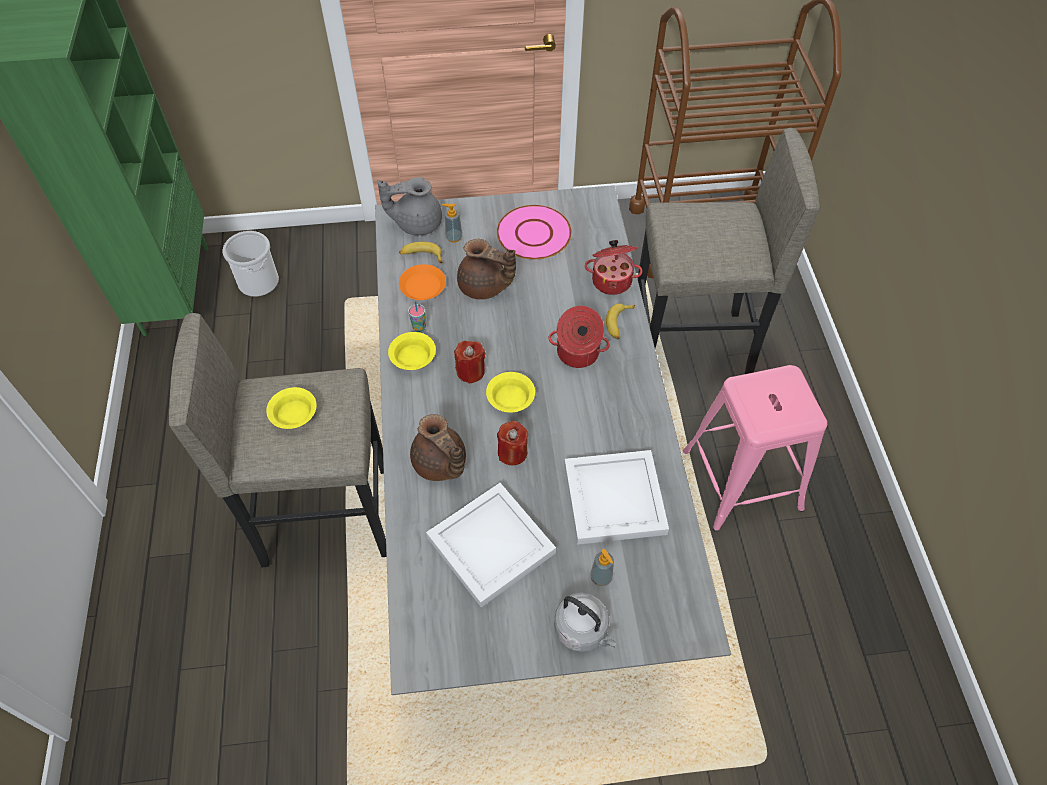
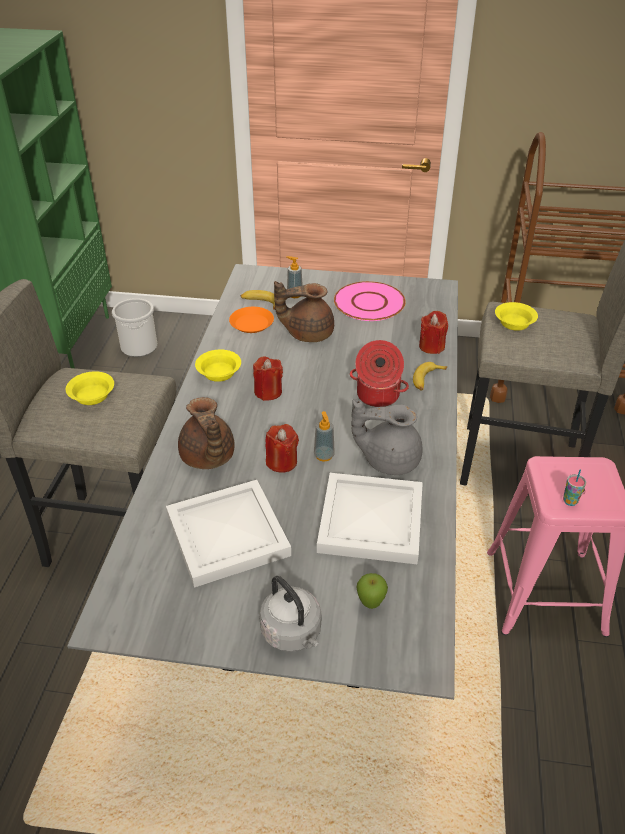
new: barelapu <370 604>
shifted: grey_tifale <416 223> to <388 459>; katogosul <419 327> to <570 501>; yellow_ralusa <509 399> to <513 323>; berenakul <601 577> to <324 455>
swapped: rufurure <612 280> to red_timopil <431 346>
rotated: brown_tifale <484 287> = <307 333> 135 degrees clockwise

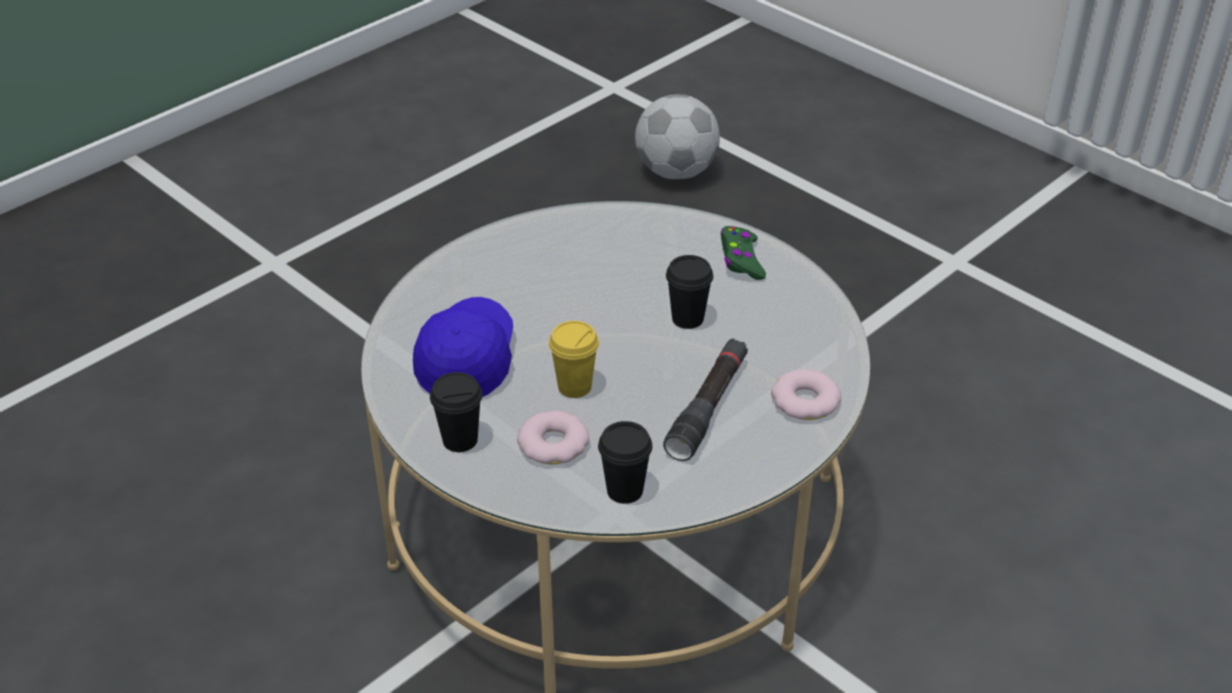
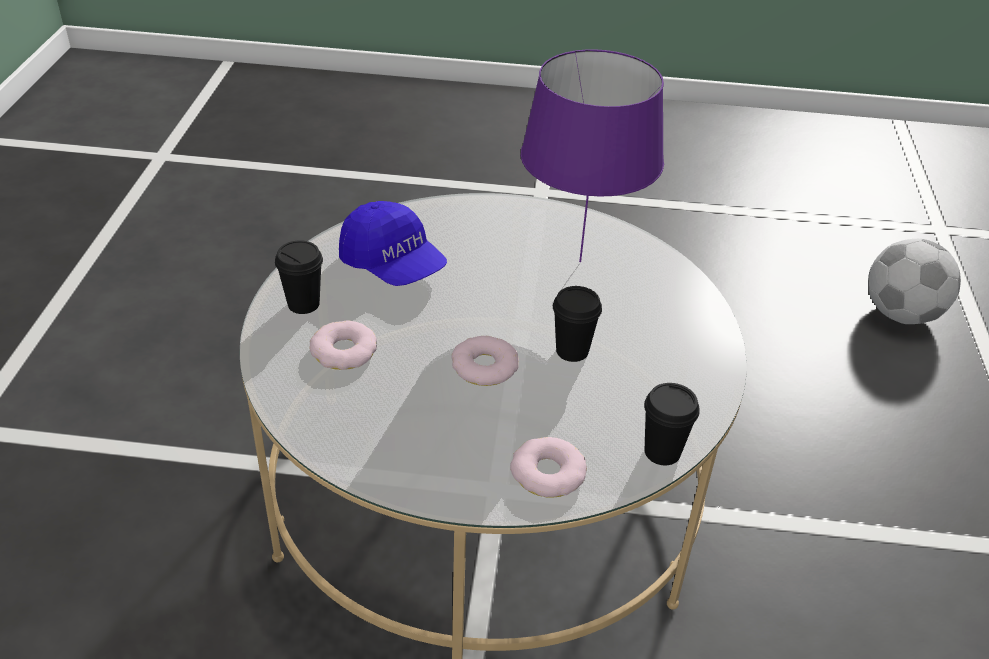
gone: yellow_katogosul <574 387>; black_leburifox <708 407>; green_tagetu <741 260>
new: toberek <484 367>; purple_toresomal <578 261>
shifted: black_katogosul <625 490> to <662 452>
rotated: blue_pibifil <467 361> = <393 265> 75 degrees clockwise

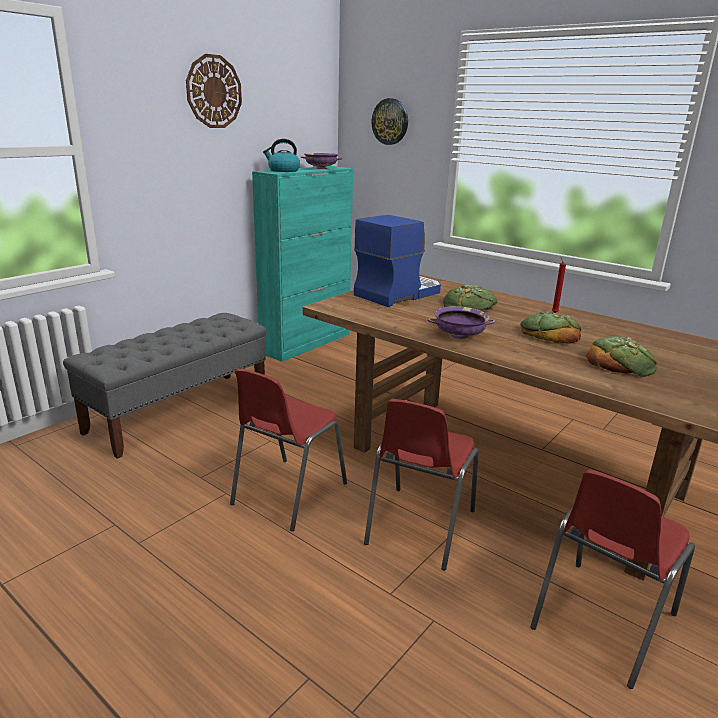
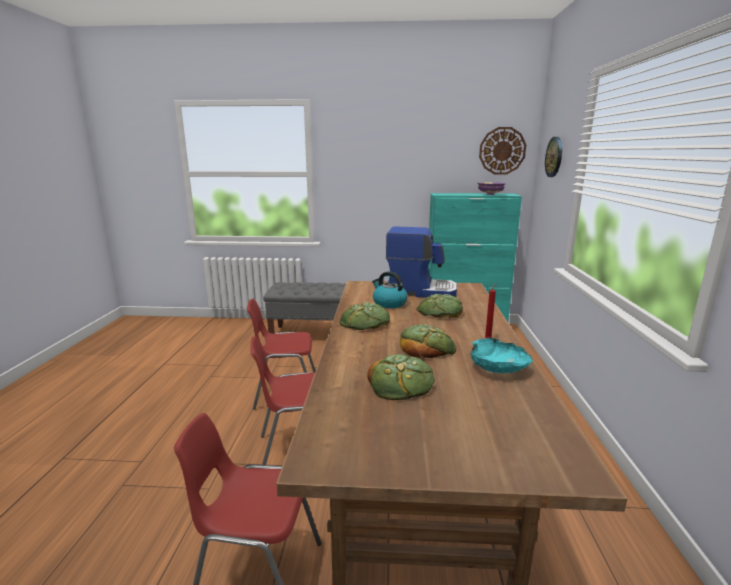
new: turquoise_ralusa <497 366>
shifted: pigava <214 92> to <502 151>; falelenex <283 170> to <389 303>
swapped: purple_ralusa <460 335> to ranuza <365 322>

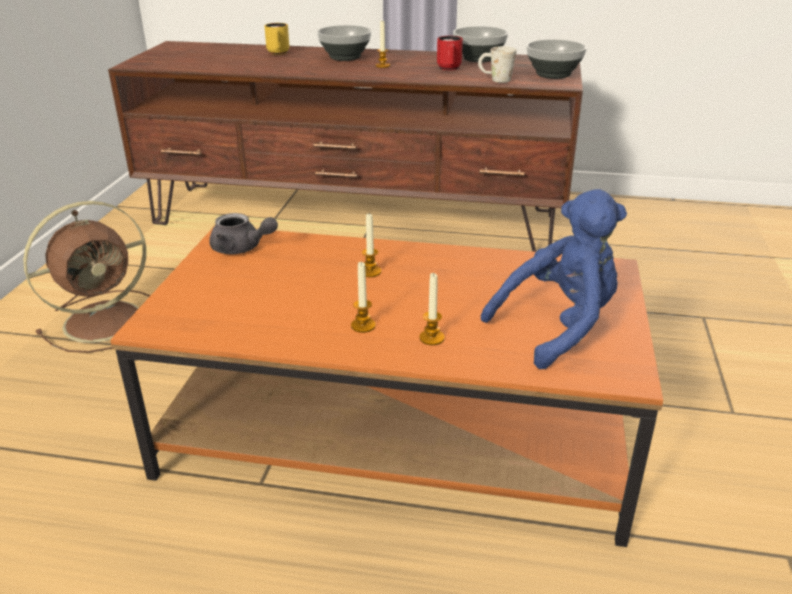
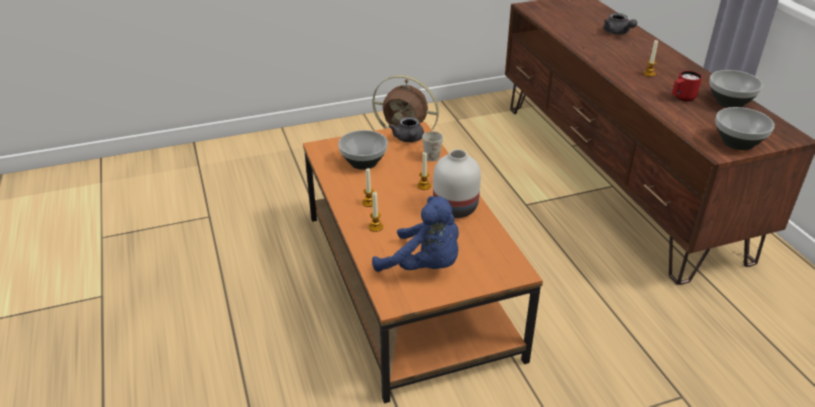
new: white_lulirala <456 208>
shifted: ralusa <344 57> to <363 162>; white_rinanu <495 79> to <431 154>
swapped: yellow_rinanu <278 53> to grey_tifale <617 33>

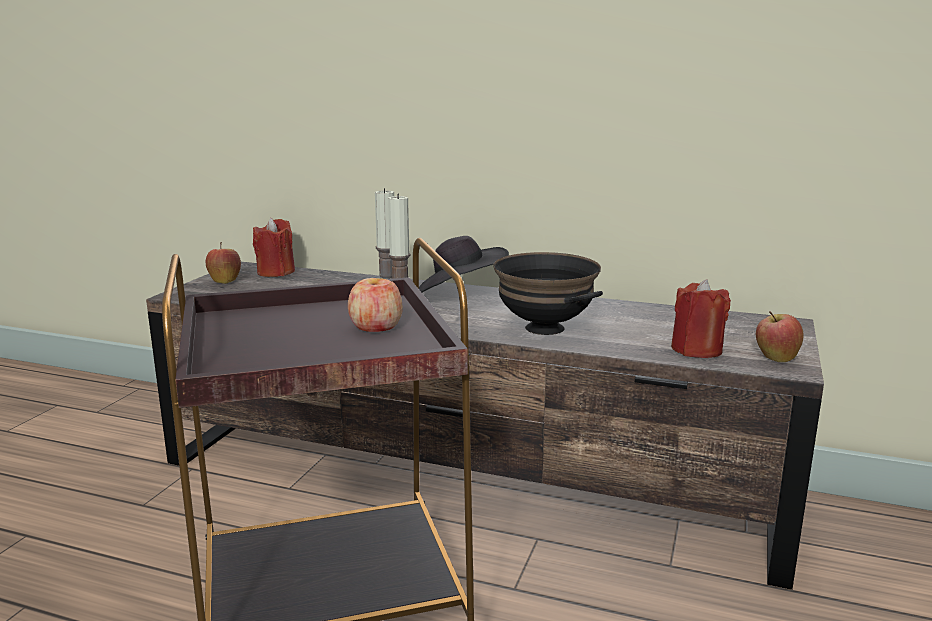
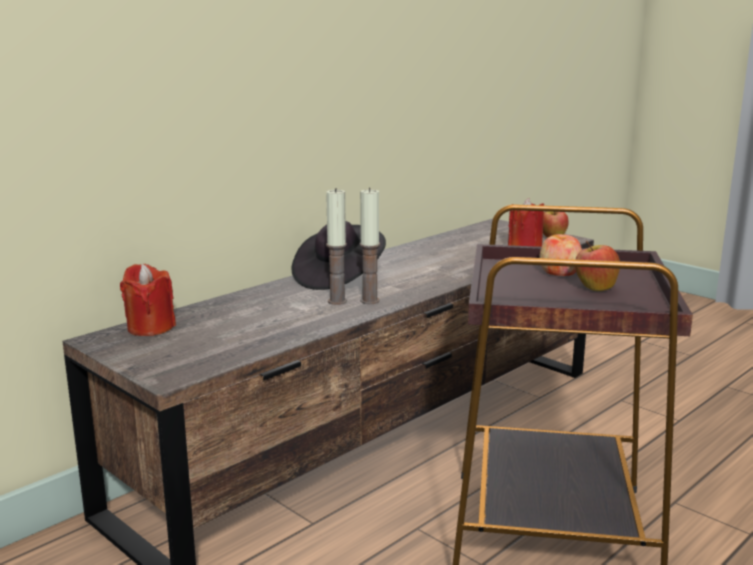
gone: black_ralusa <543 328>
shifted: barelapu <224 281> to <595 288>

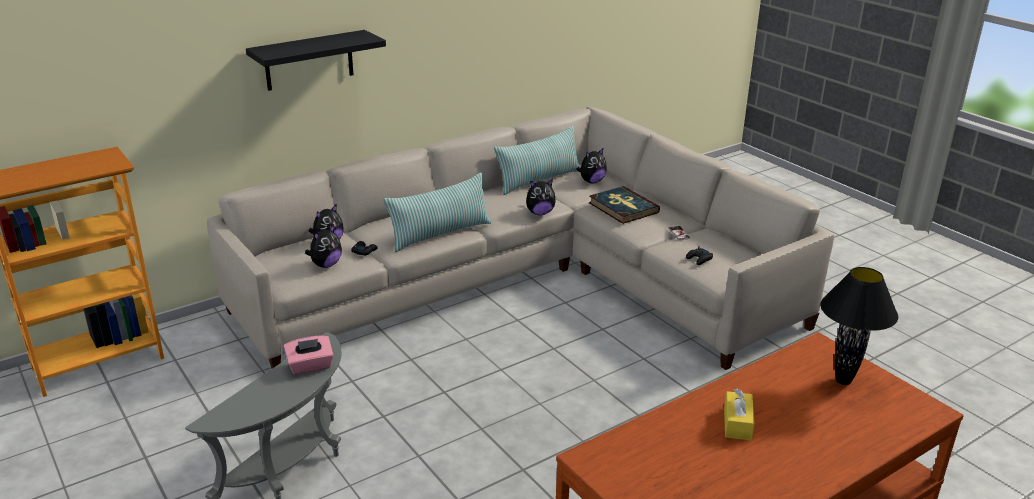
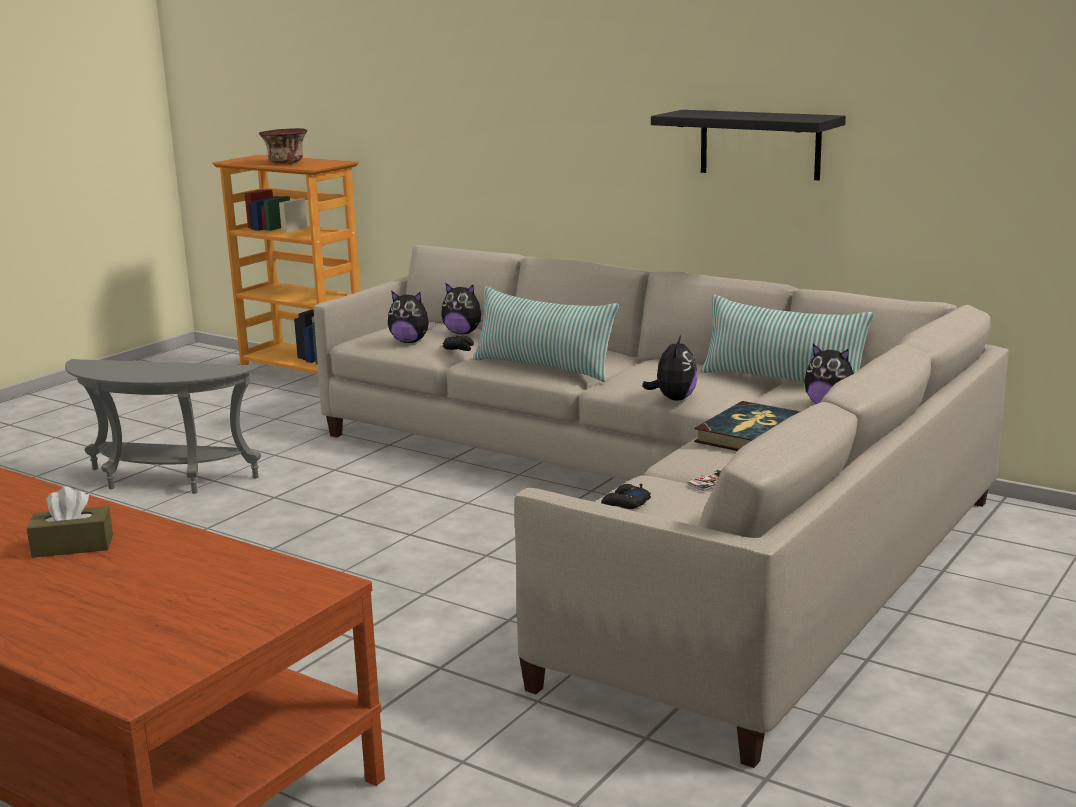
gone: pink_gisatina <310 366>; black_toresomal <842 381>
new: ralusa <286 163>
shifted: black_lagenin <309 60> to <760 144>
repainted: yellow_gisatina <737 423> to brown_gisatina <73 546>
rotated: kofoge <540 213> = <673 399> 135 degrees counterclockwise

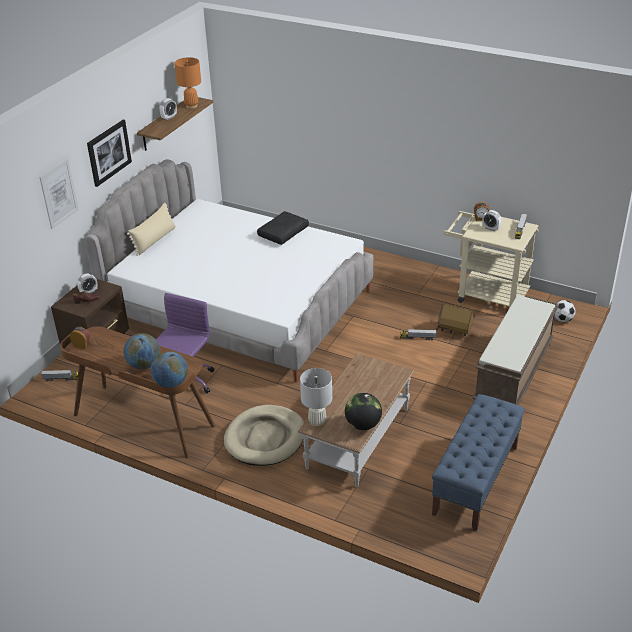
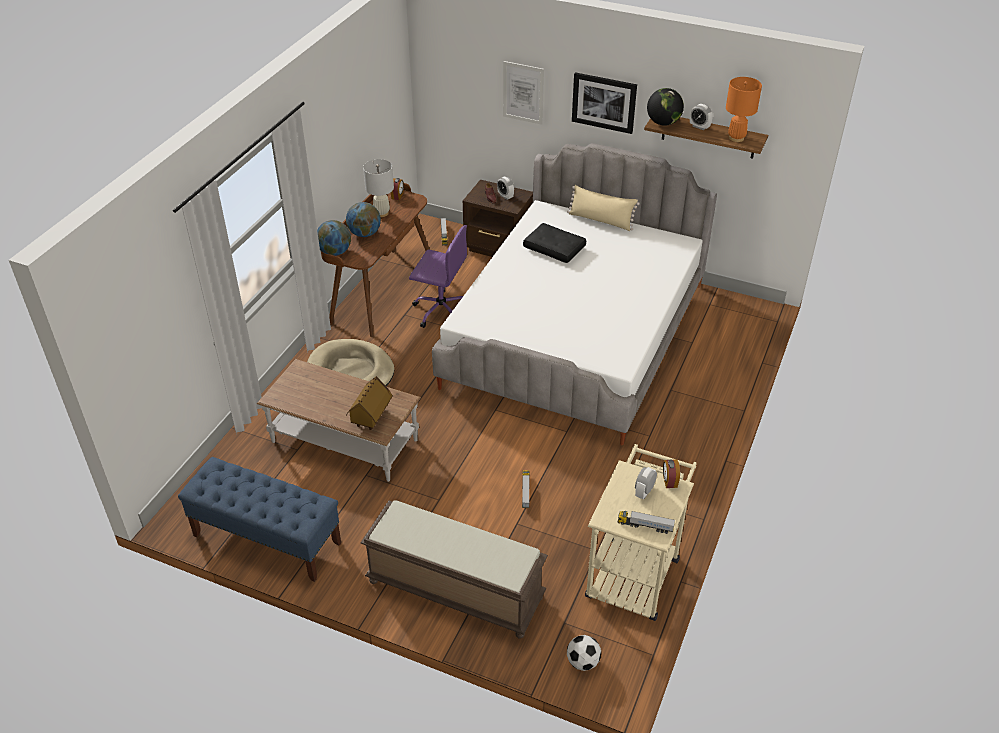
shifted: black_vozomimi <283 232> to <555 248>; white_toresomal <317 422> to <381 213>; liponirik <363 425> to <663 123>; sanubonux <454 330> to <370 417>

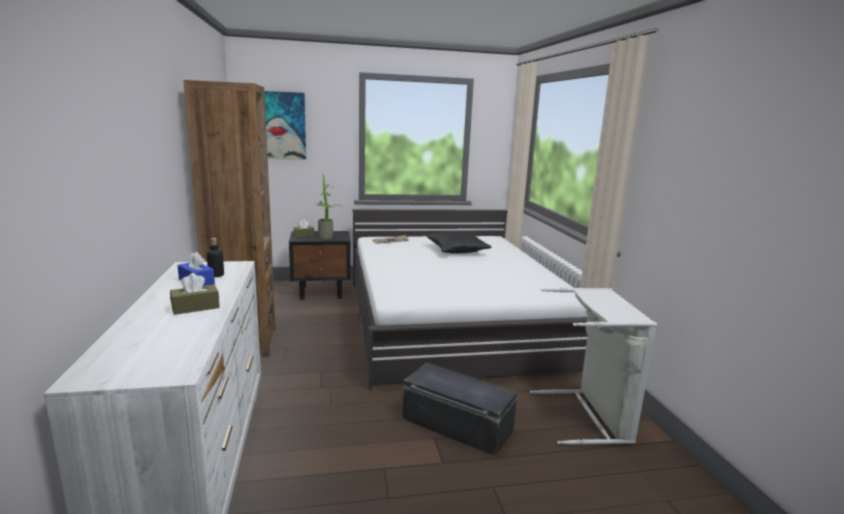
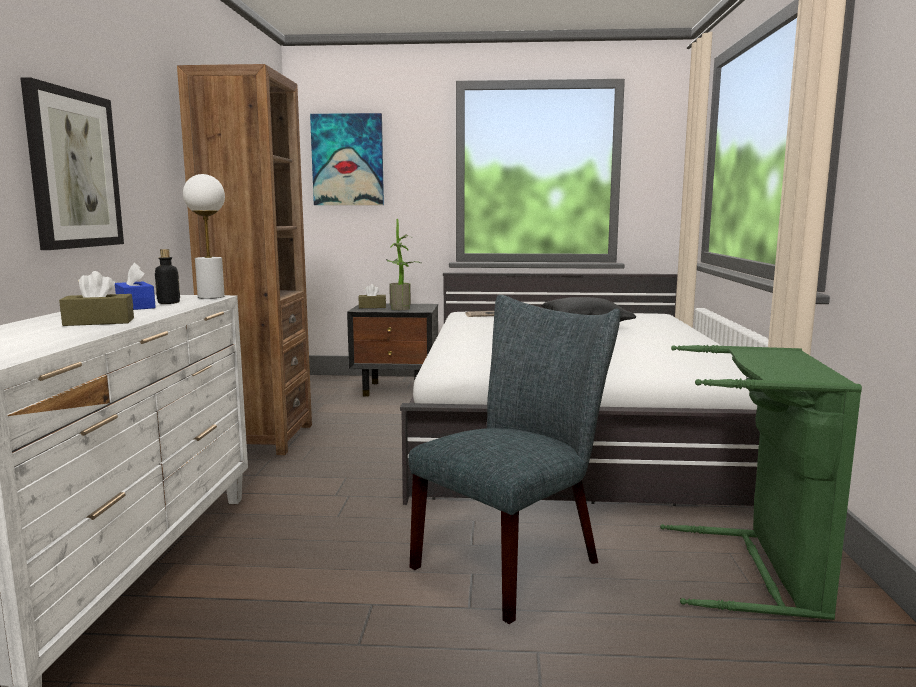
new: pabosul <73 170>; white_toresomal <211 297>
swapped: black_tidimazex <456 425> to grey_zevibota <515 561>
repainted: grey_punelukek <589 416> to green_punelukek <758 572>

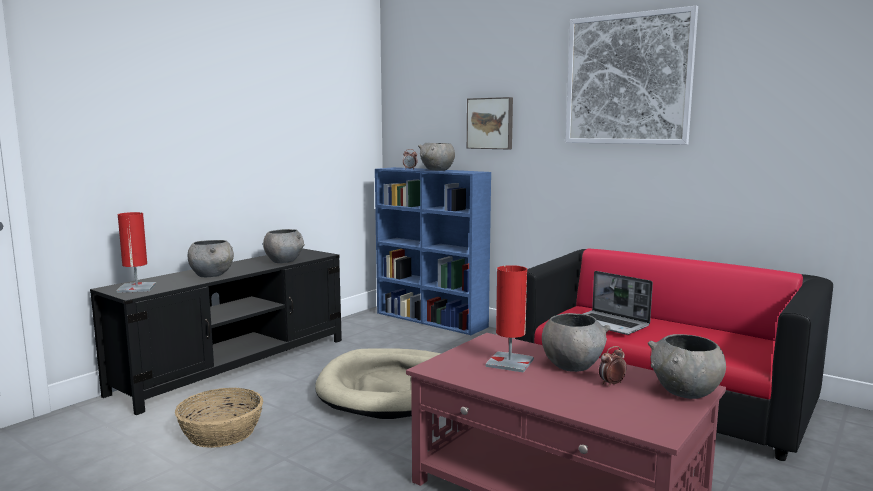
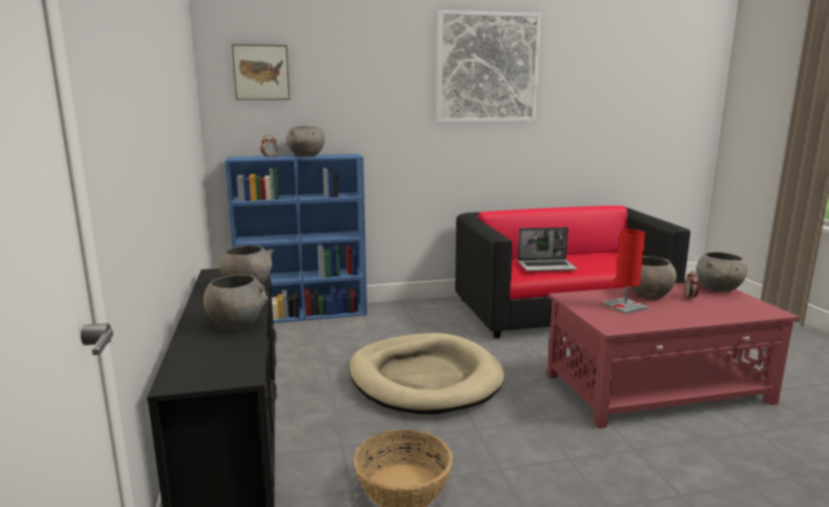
gone: red_toresomal <136 288>
shifted: pabosul <490 123> to <261 72>

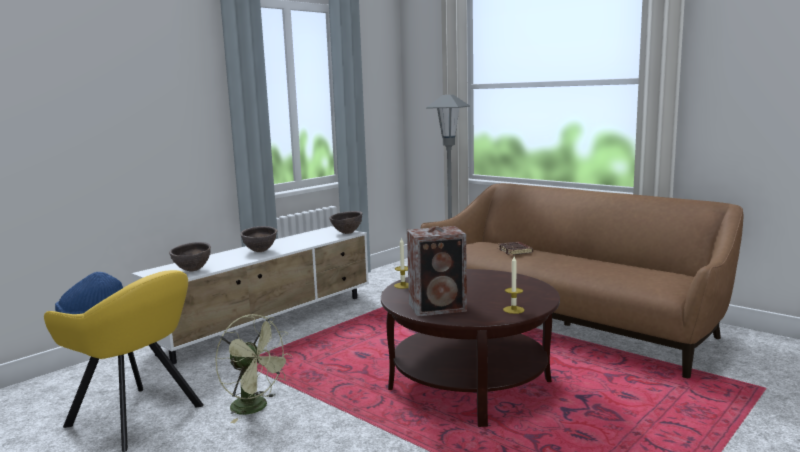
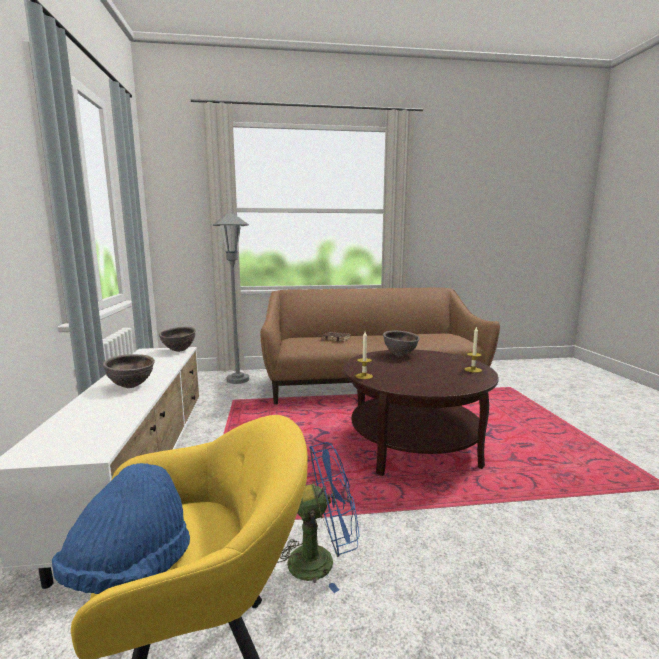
gone: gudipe <439 307>
shifted: brown_ralusa <192 270> to <400 355>
repainted: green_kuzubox <256 408> to blue_kuzubox <321 560>

